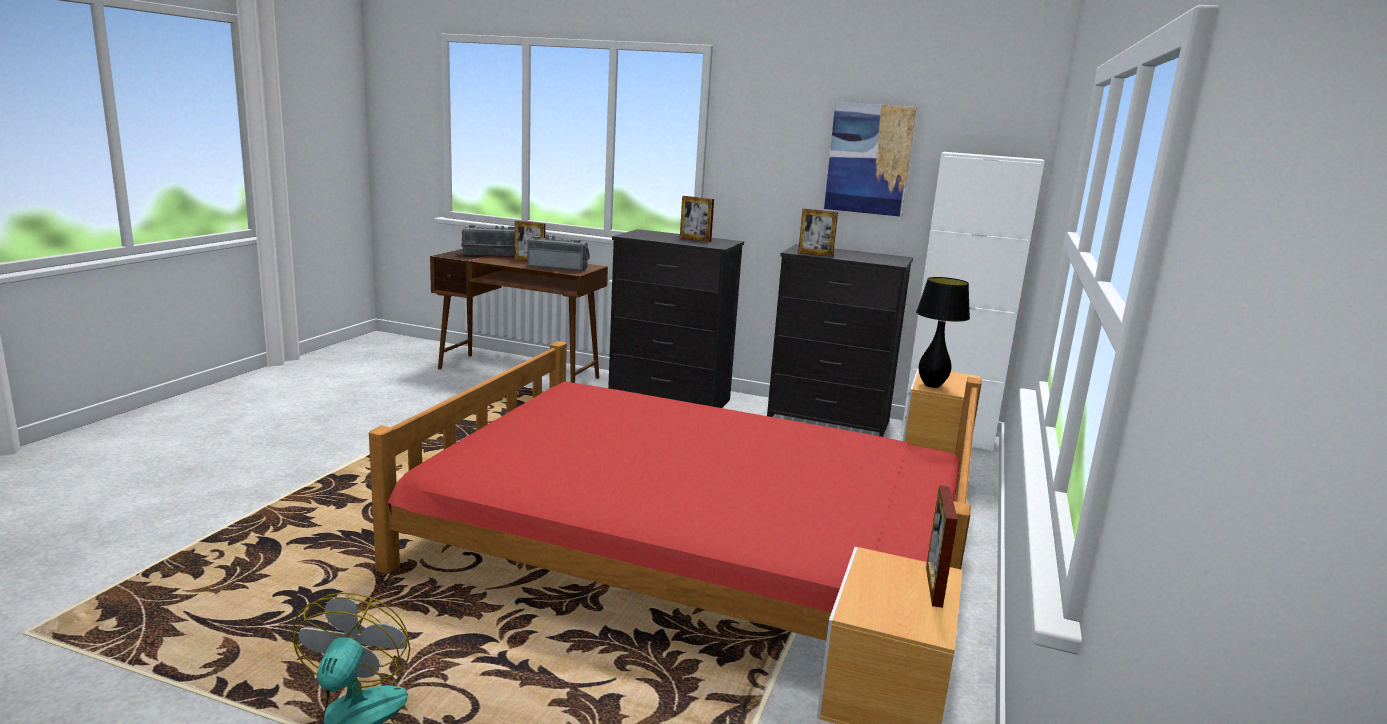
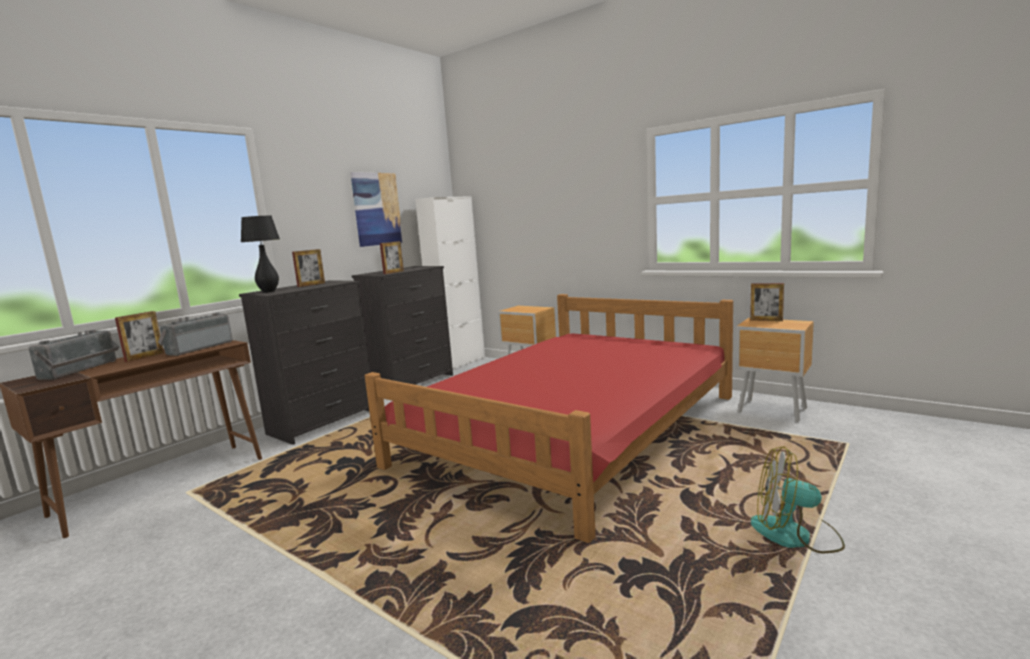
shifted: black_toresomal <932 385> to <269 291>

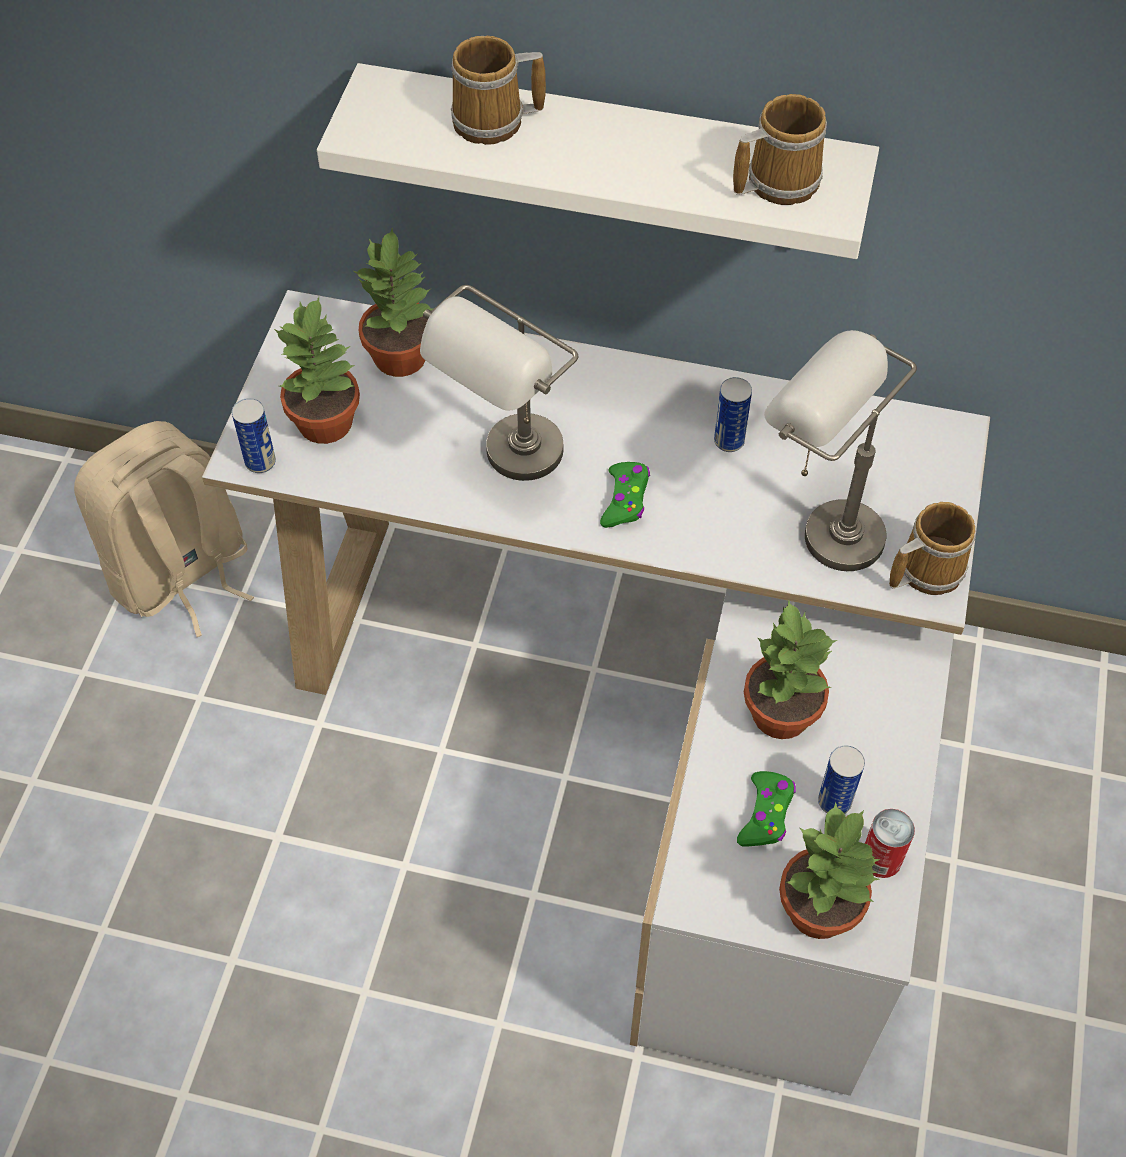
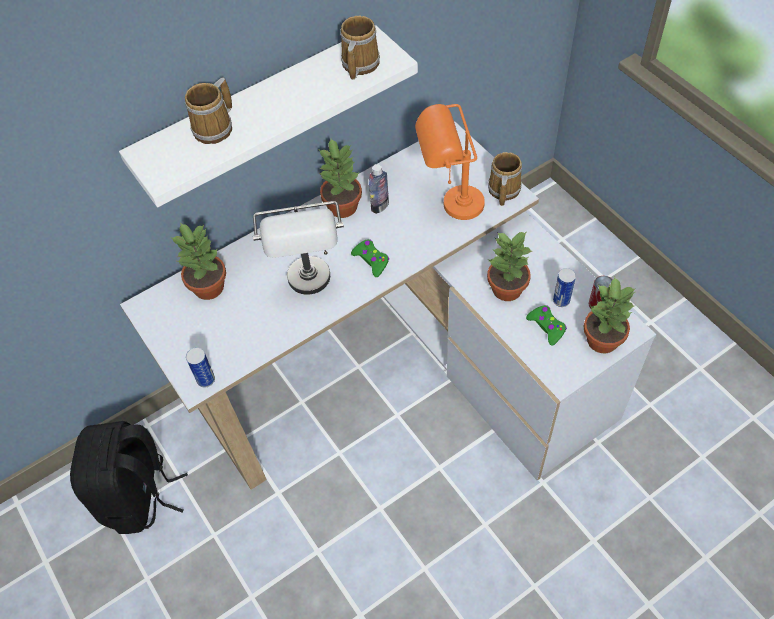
shifted: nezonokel <327 422> to <343 206>
swapped: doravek <729 441> to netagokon <380 206>
repainted: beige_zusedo <180 574> to black_zusedo <139 496>; grey_toresomal <818 526> to orange_toresomal <449 208>

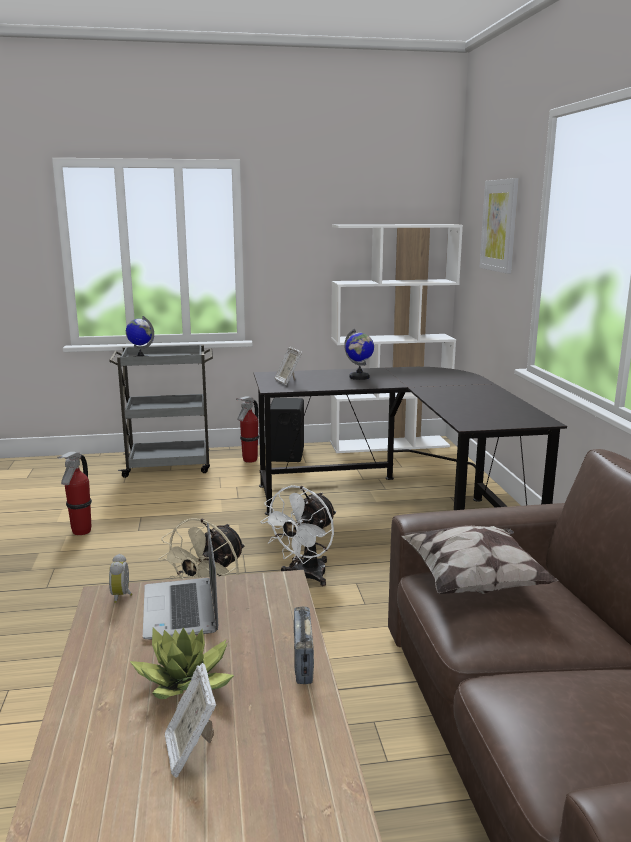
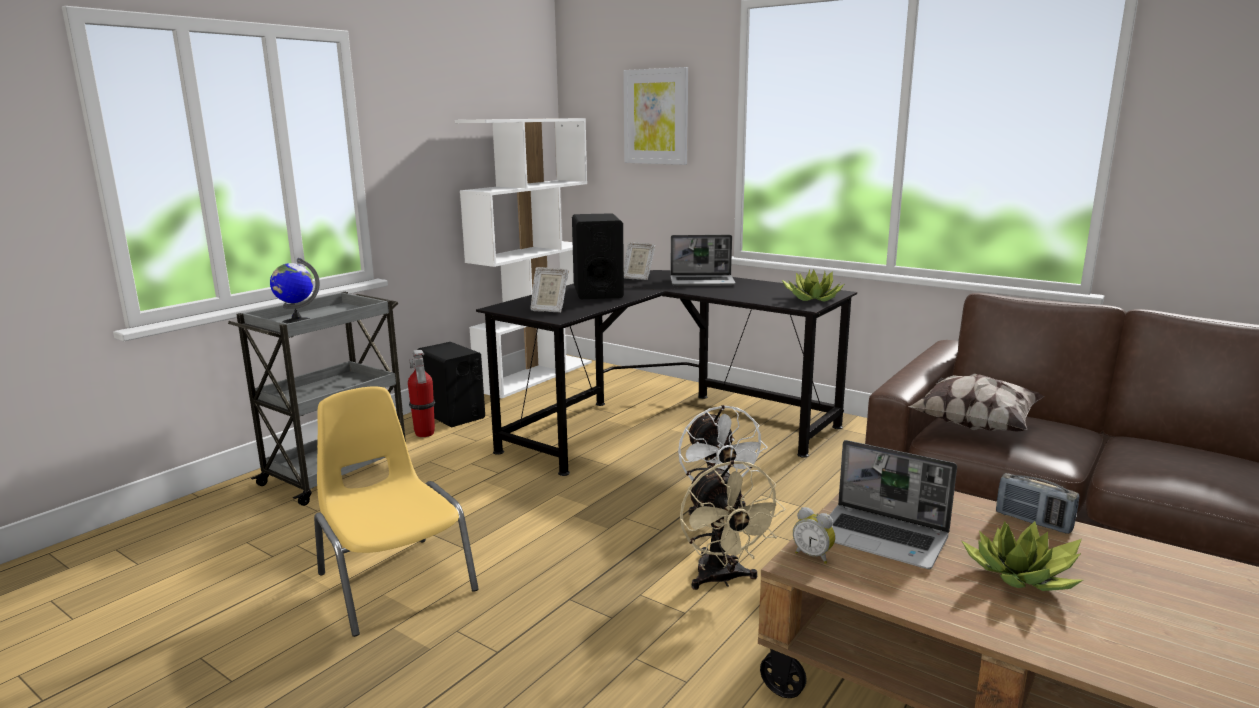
new: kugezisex <703 282>; nezonokel <811 298>
shifted: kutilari <191 750> to <637 278>
swapped: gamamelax <81 532> to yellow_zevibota <394 581>; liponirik <359 377> to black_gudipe <597 292>

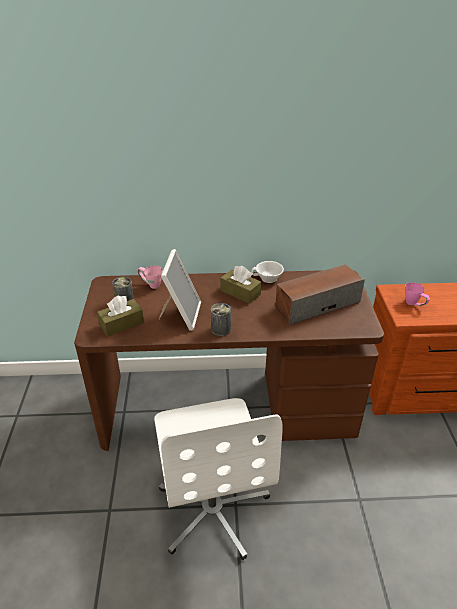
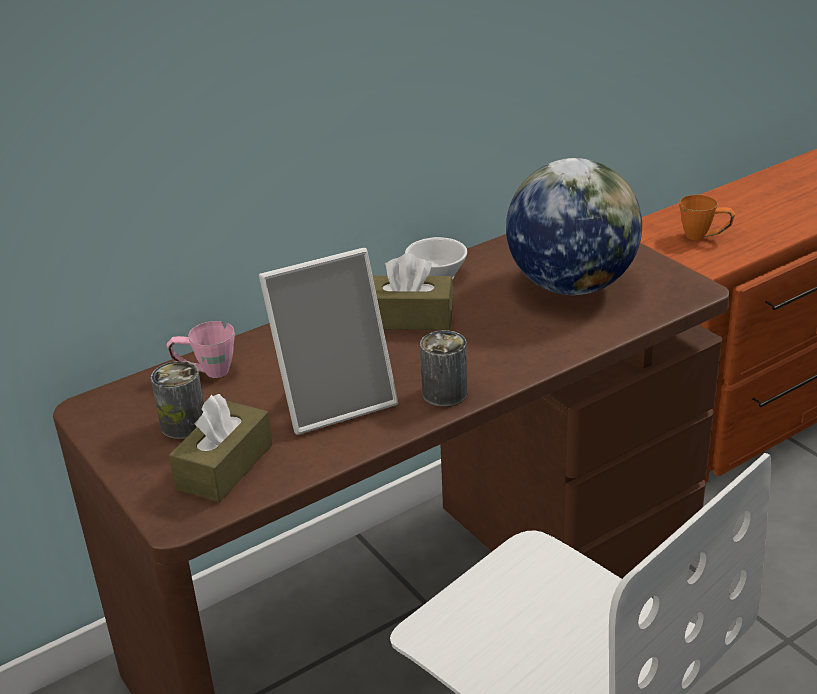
swapped: gudipe <317 304> to liponirik <571 285>
repainted: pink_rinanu <414 304> to orange_rinanu <704 237>
rotated: kutilari <181 314> = <335 400> 90 degrees clockwise

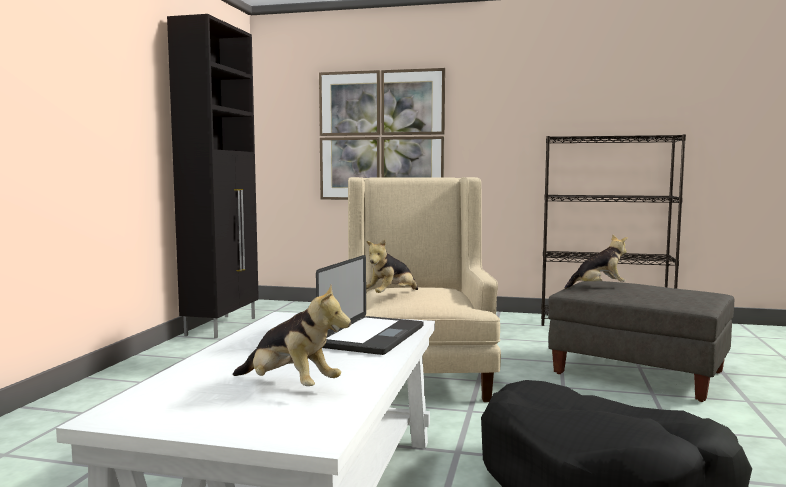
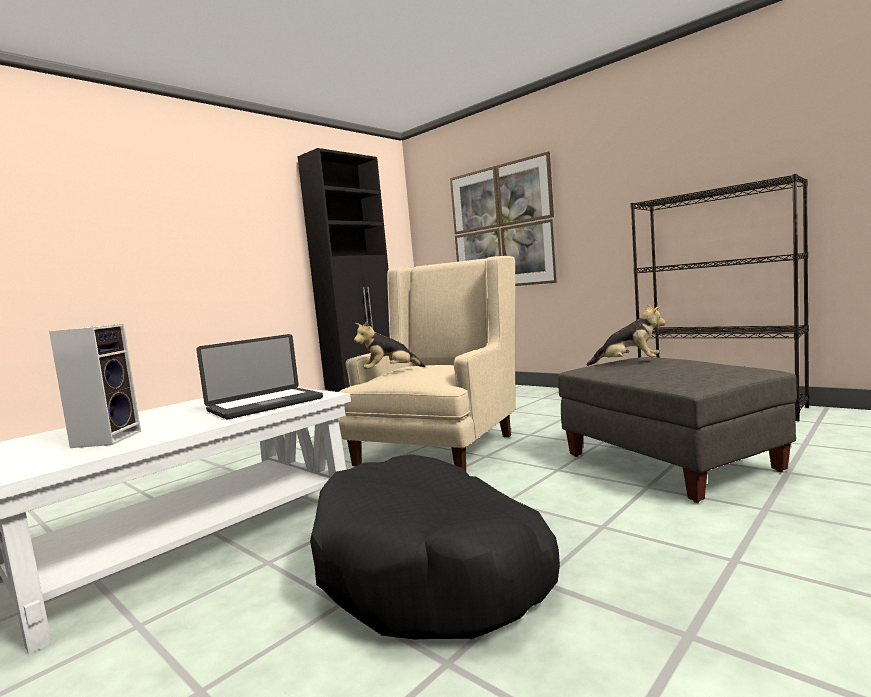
swapped: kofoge <290 386> to gudipe <107 439>

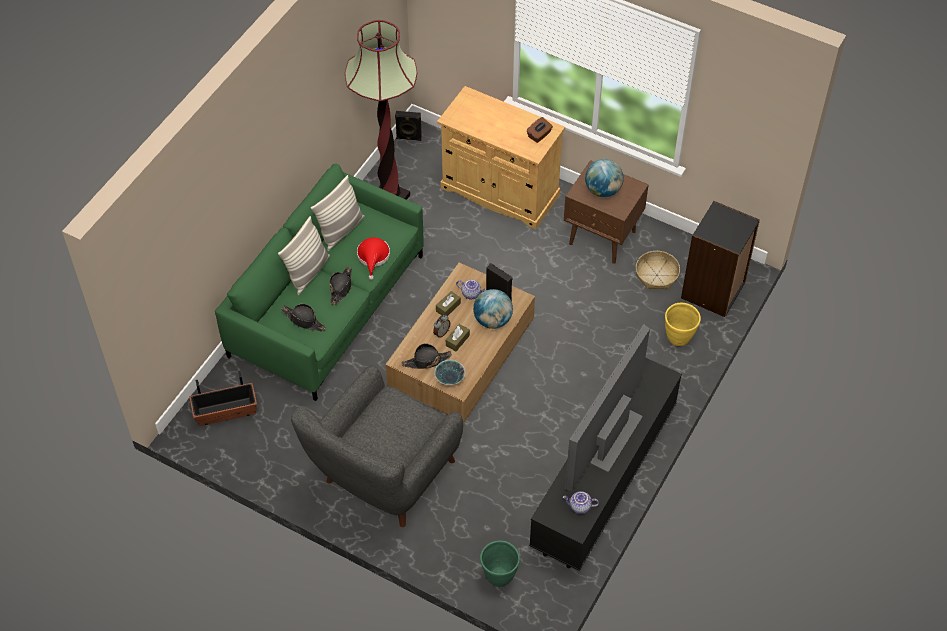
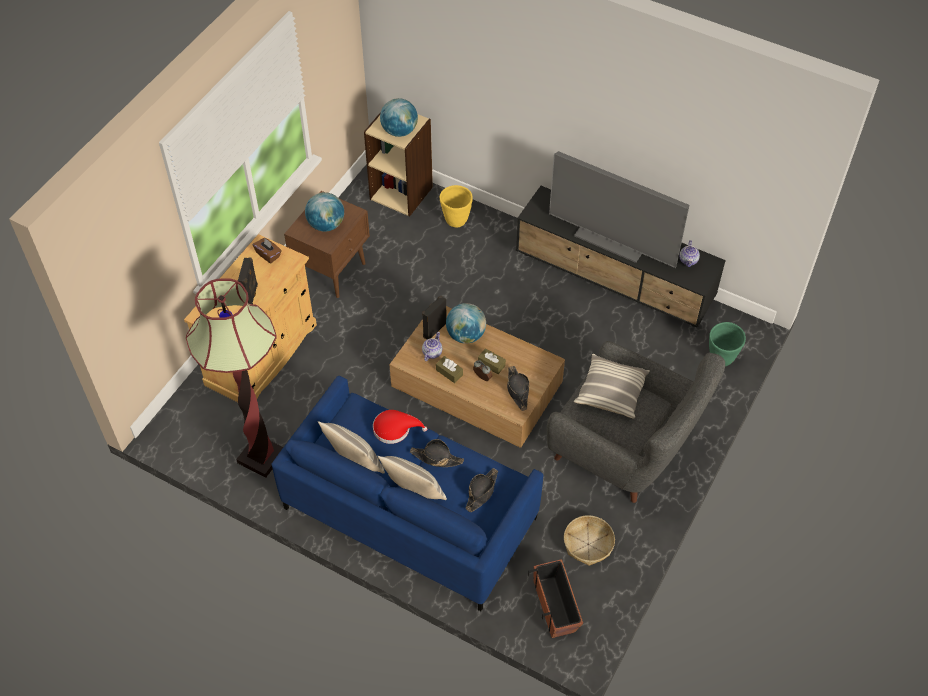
gone: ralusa <449 379>
new: liponirik <399 131>; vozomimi <611 392>
shifted: black_gudipe <408 138> to <251 295>; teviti <657 275> to <588 544>
repainted: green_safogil <328 306> to blue_safogil <410 512>; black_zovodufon <713 290> to beige_zovodufon <401 193>

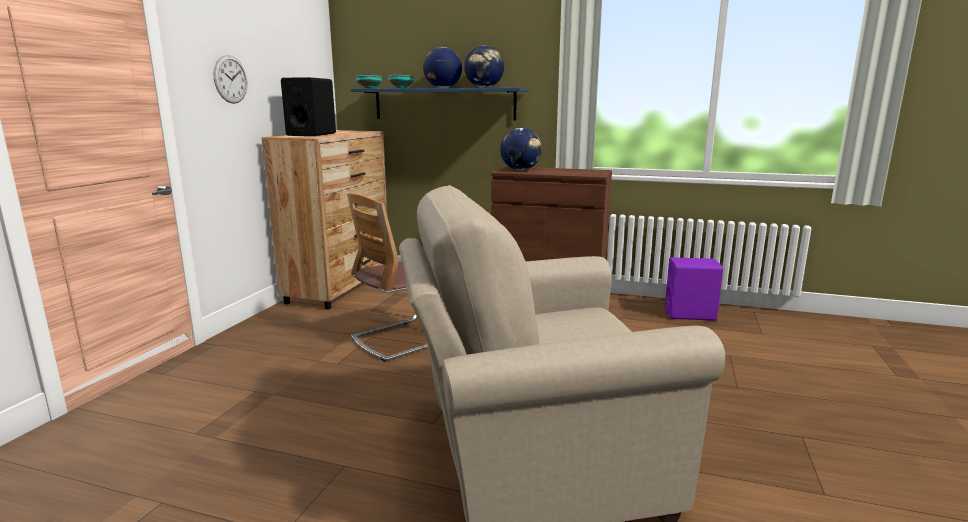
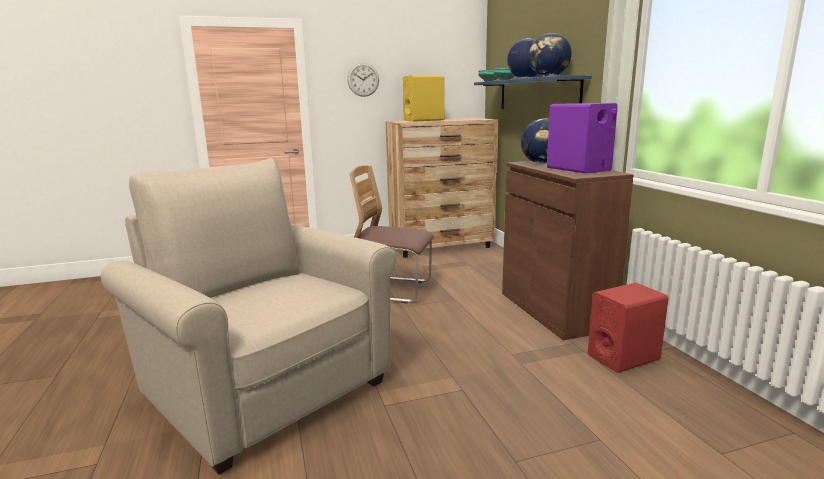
new: red_gudipe <623 357>
shifted: purple_gudipe <690 314> to <578 169>
repainted: black_gudipe <311 134> to yellow_gudipe <424 120>

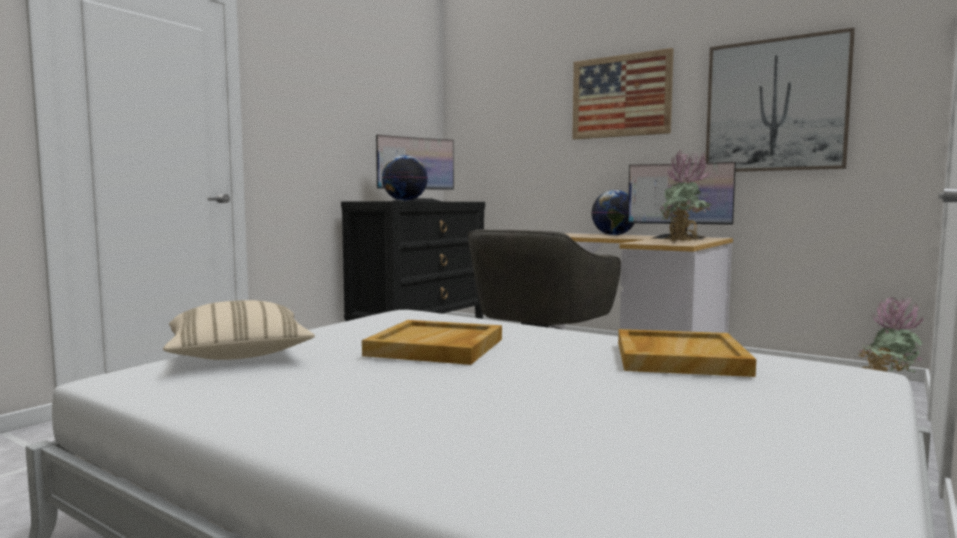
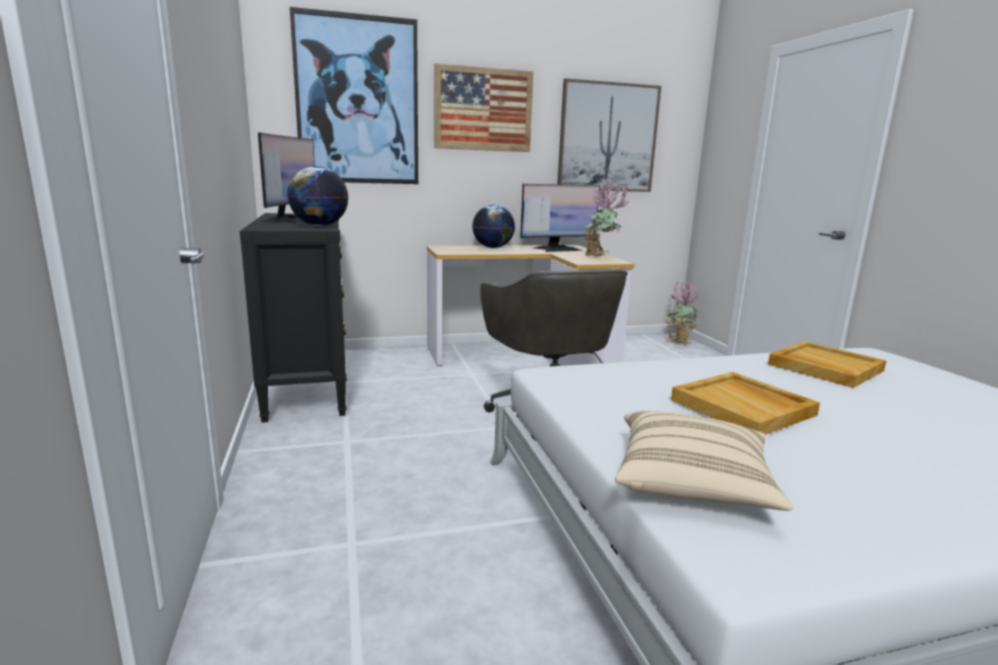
new: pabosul <358 101>

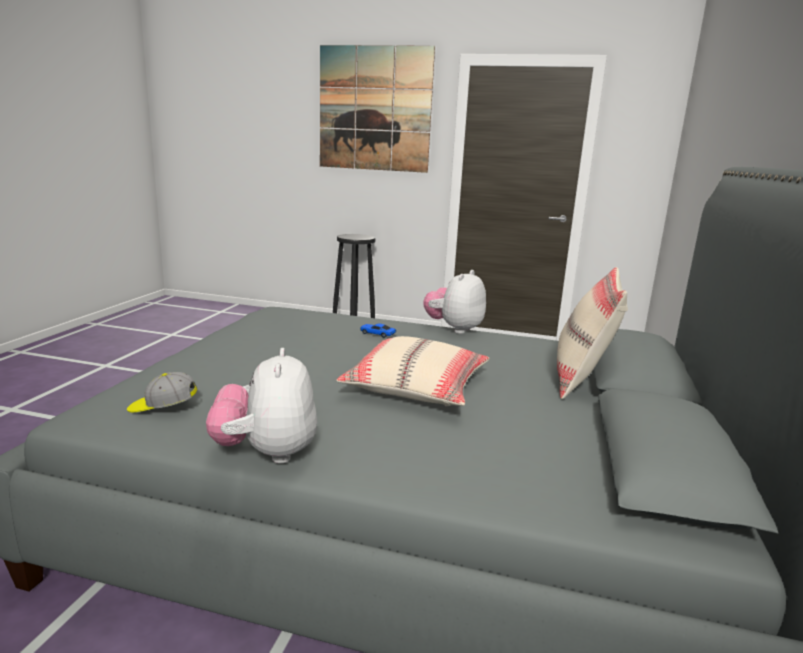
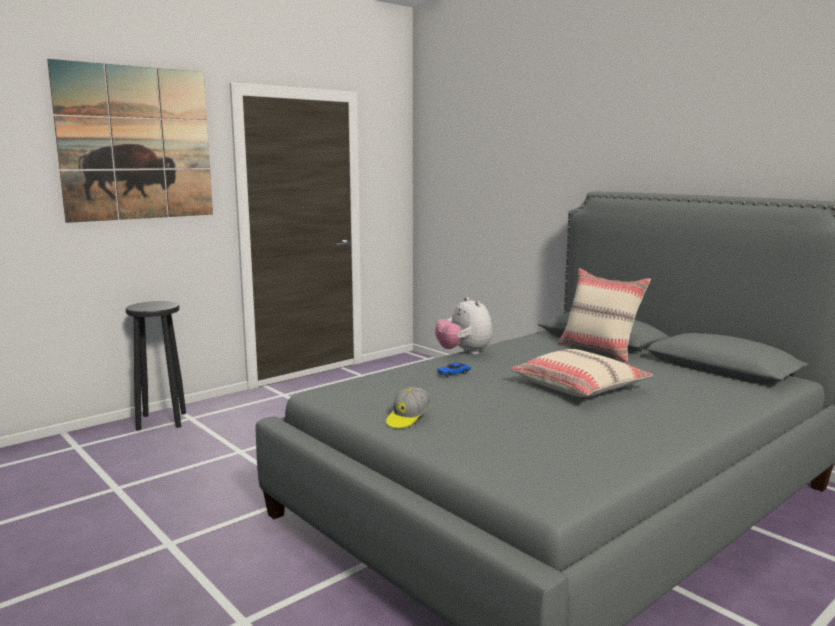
gone: kofoge <267 453>
shifted: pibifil <163 408> to <408 419>

